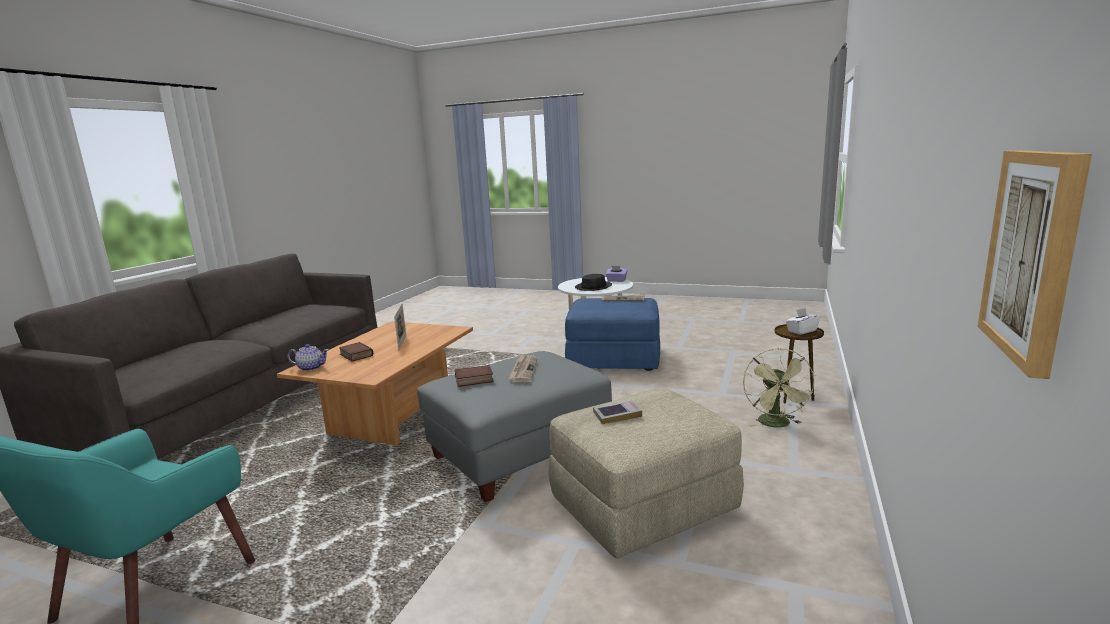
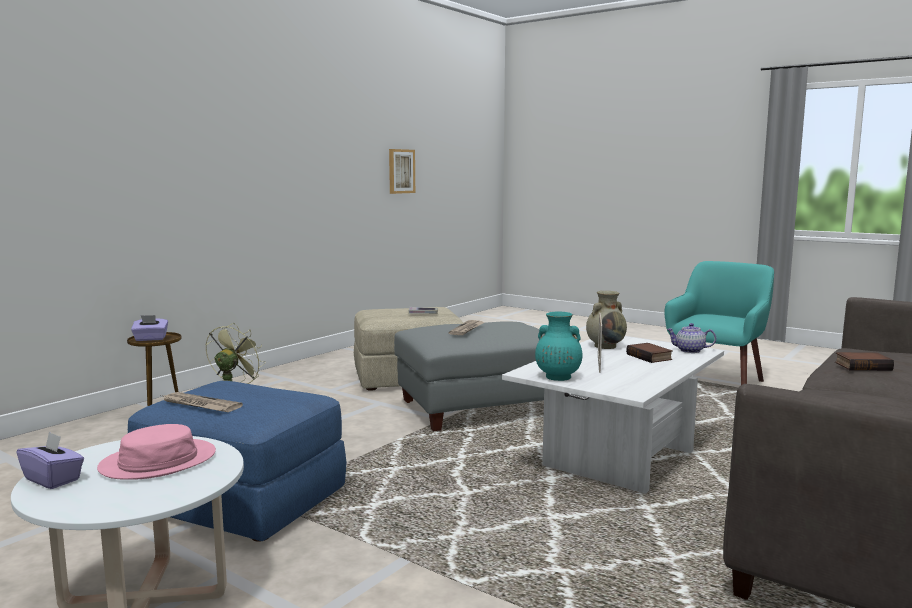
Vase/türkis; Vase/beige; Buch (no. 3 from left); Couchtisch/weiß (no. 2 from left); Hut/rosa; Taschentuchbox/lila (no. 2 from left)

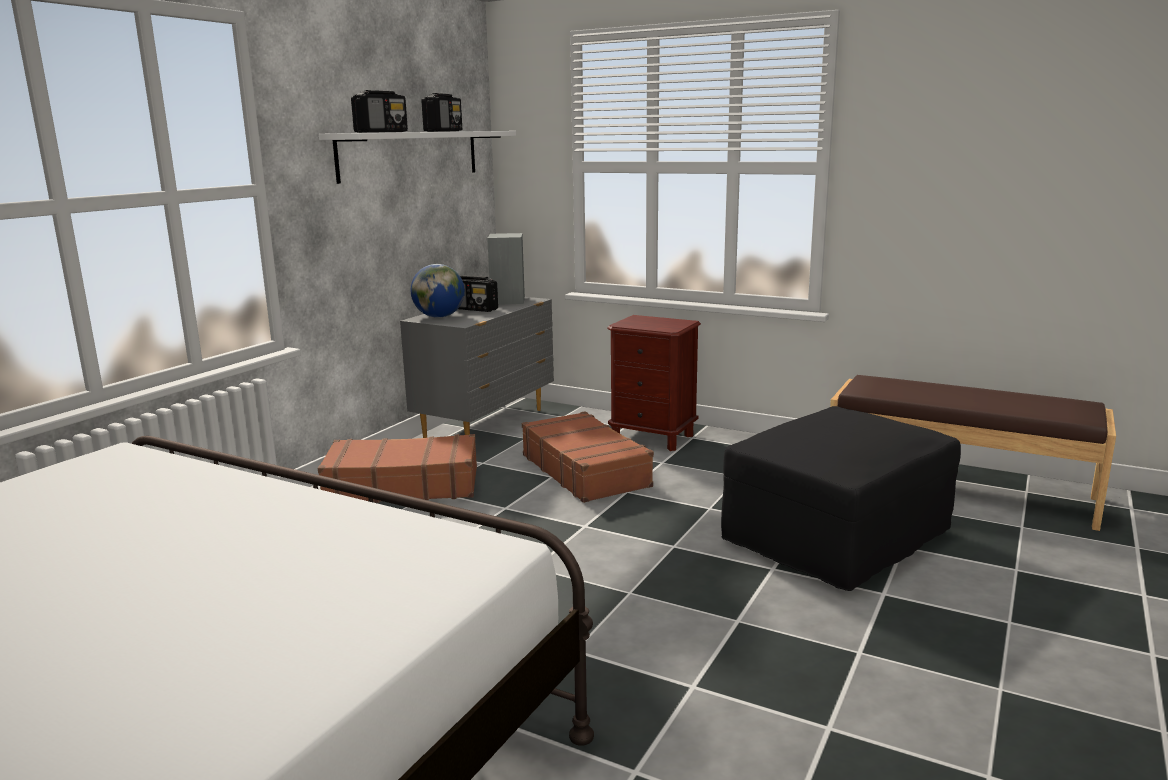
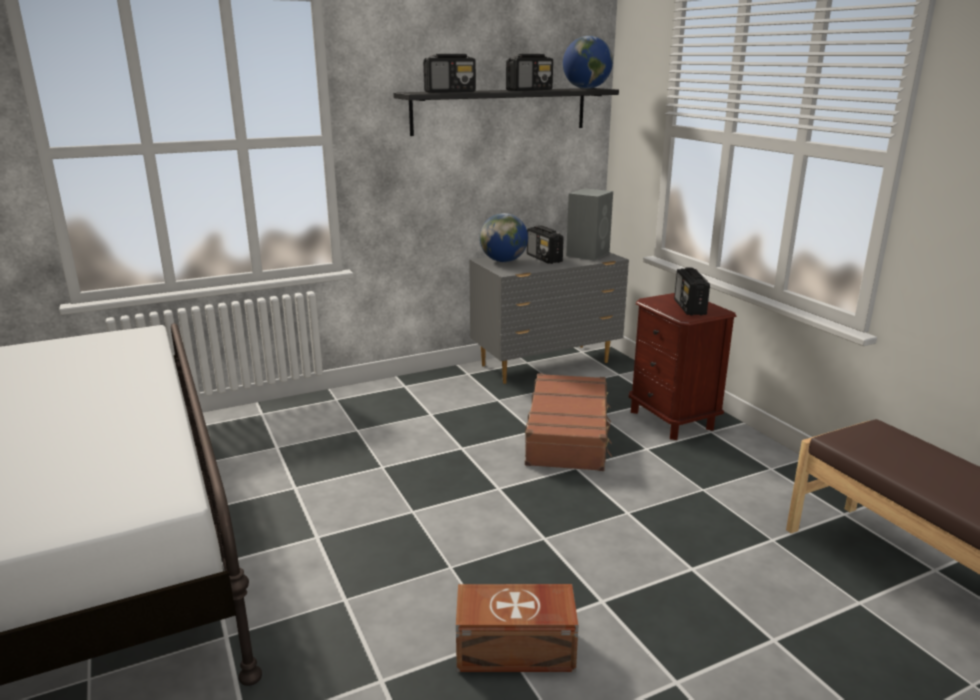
Koffer/braun (no. 1 from left in the first image); Polsterhocker/schwarz; Aufbewahrungsbox/braun; Globus (no. 2 from left); Radio (no. 4 from left); Wandregal/schwarz

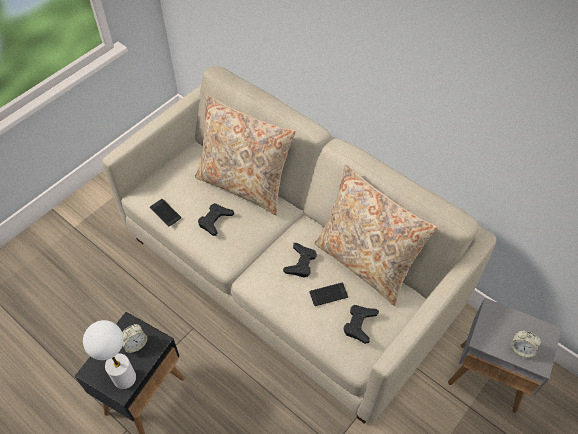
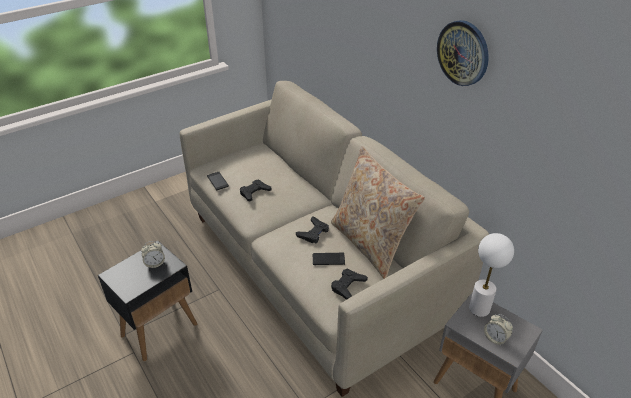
Kissen/beige (no. 1 from left in the first image); Wanduhr; Tischlampe/weiß

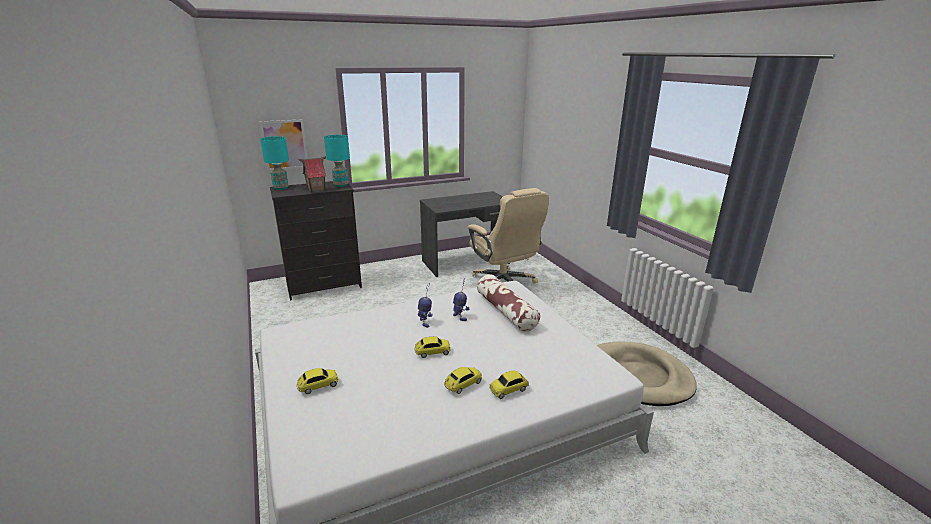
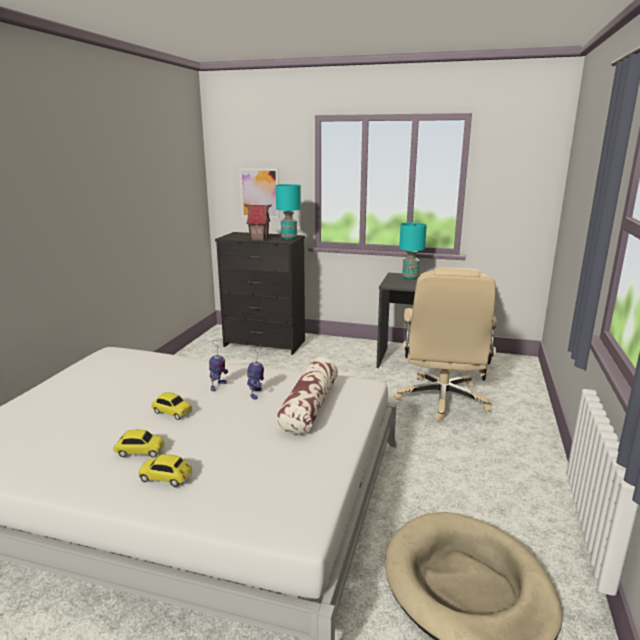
Spielzeugauto (no. 1 from left in the first image); Tischlampe/türkis (no. 2 from left)

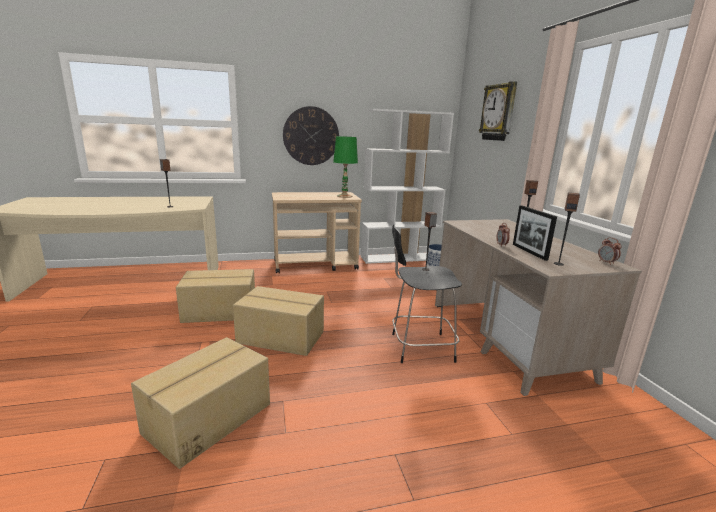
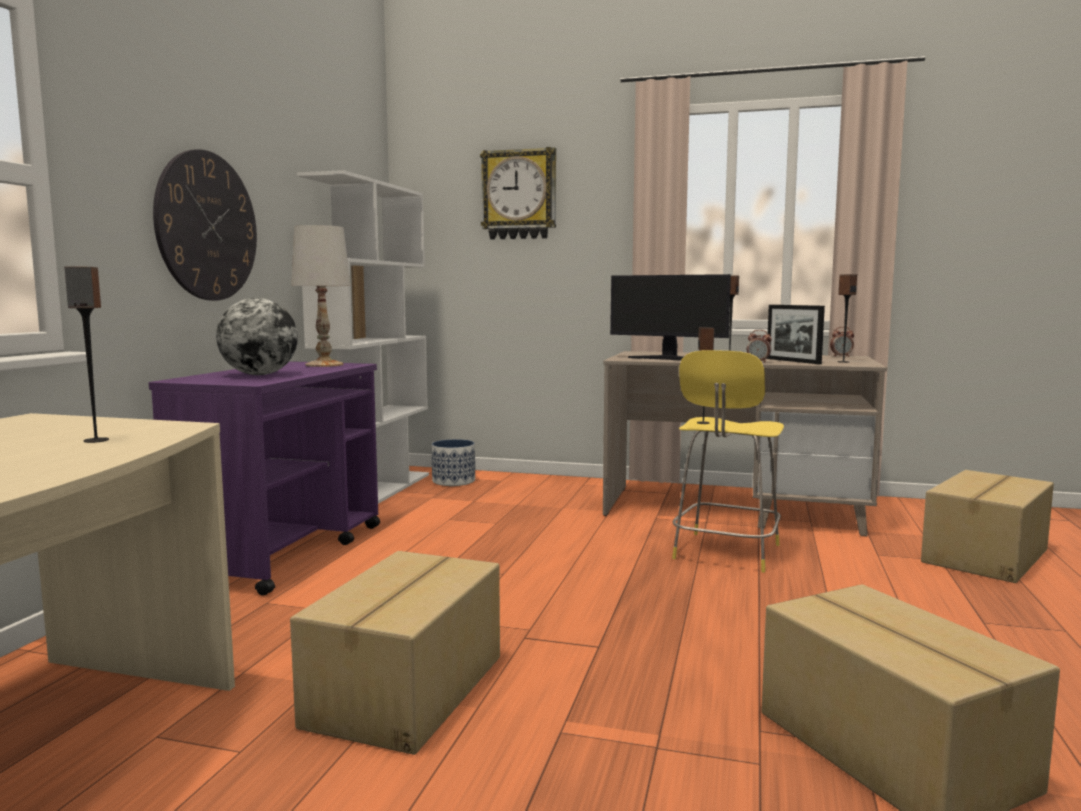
Globus; Monitor; Karton (no. 3 from left); Rollwagen/lila; Tischlampe/weiß; Hocker/gelb; Bilderrahmen

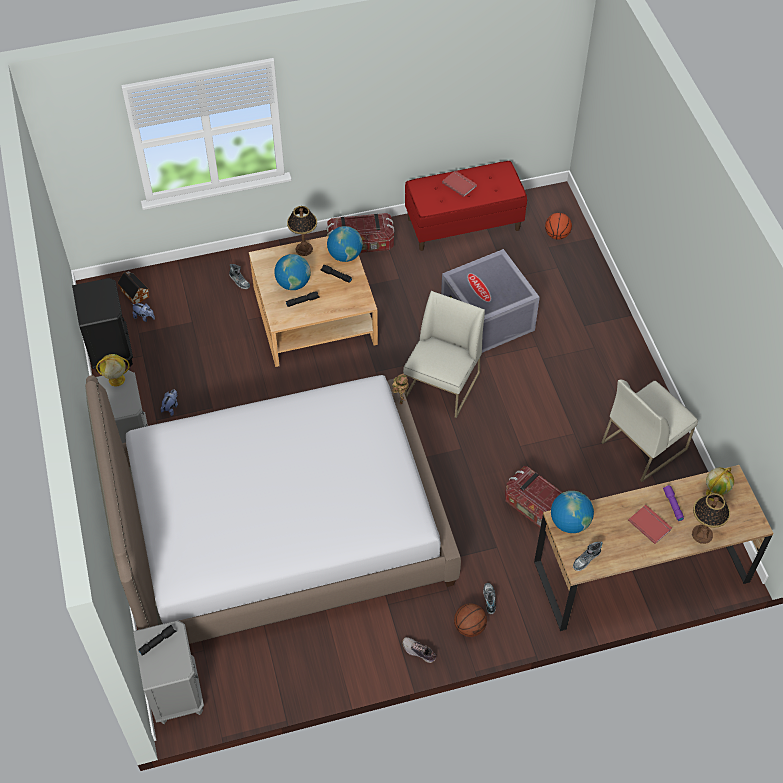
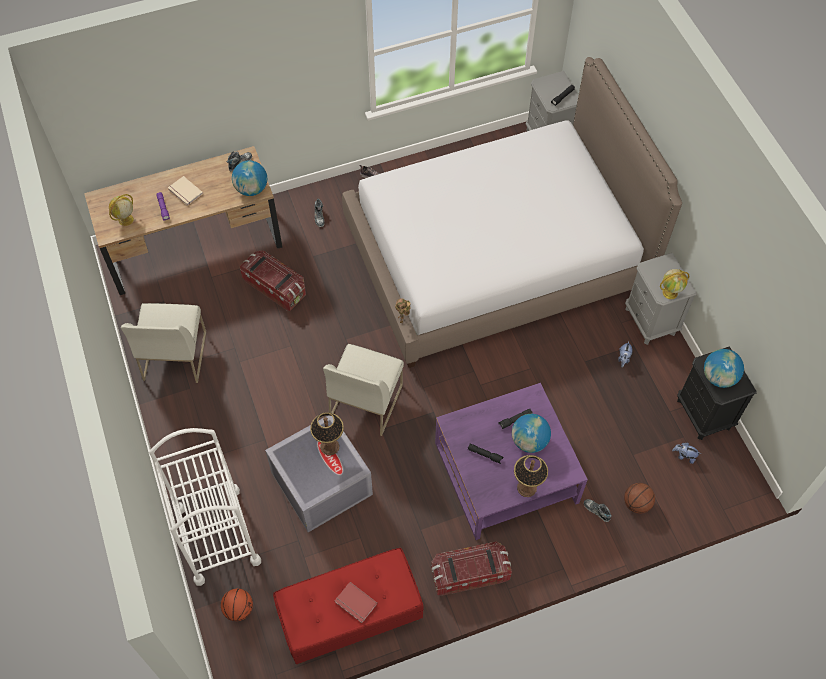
Spielzeughaus; Rollwagen/weiß; Globus (no. 5 from left); Basketball (no. 2 from left); Tischlampe (no. 1 from left); Couchtisch/lila; Buch/beige; Stuhl/weiß (no. 1 from left)

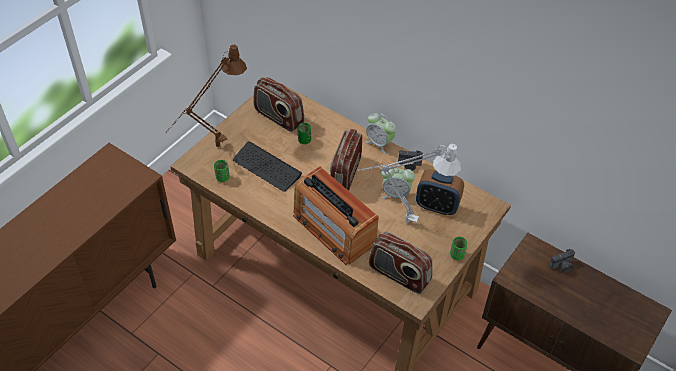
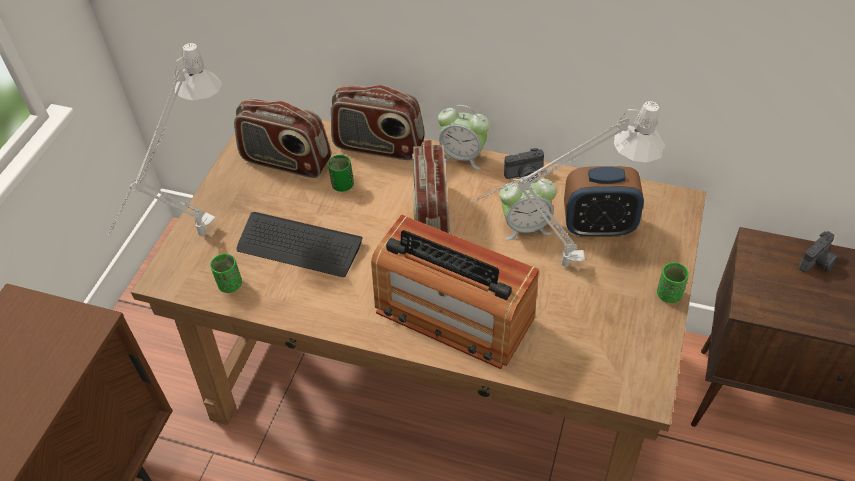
Radio (no. 2 from left); Tischlampe/grau (no. 1 from left)

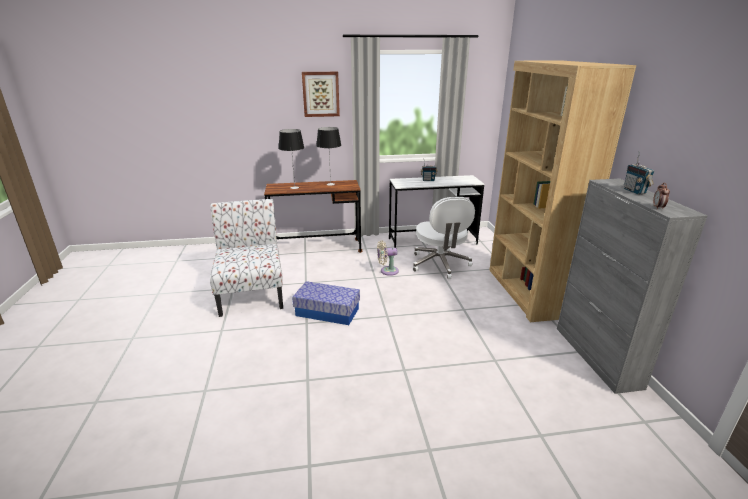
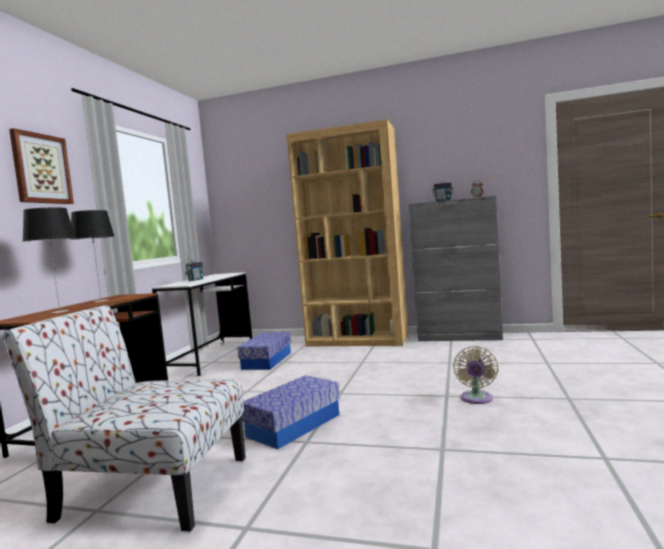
Ventilator/beige; Aufbewahrungsbox (no. 1 from left)

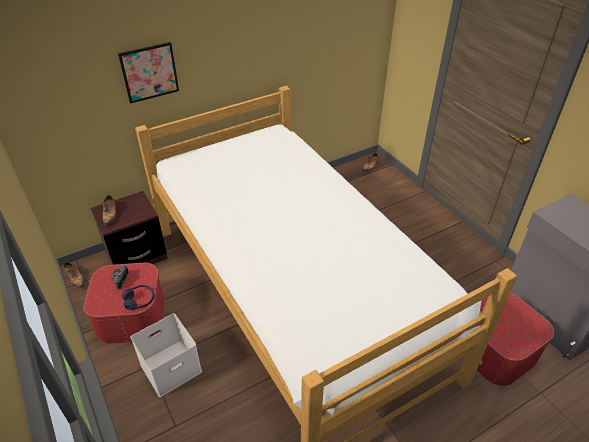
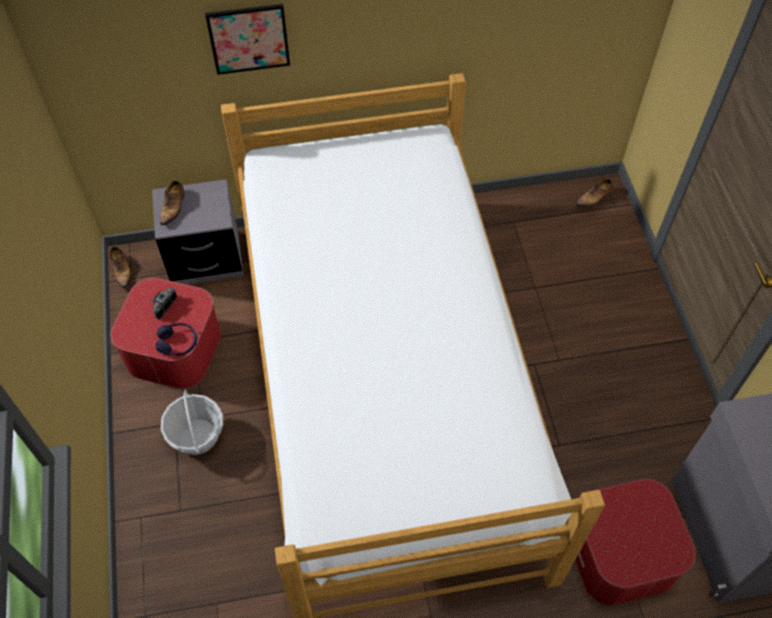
Korb; Nachttisch/grau

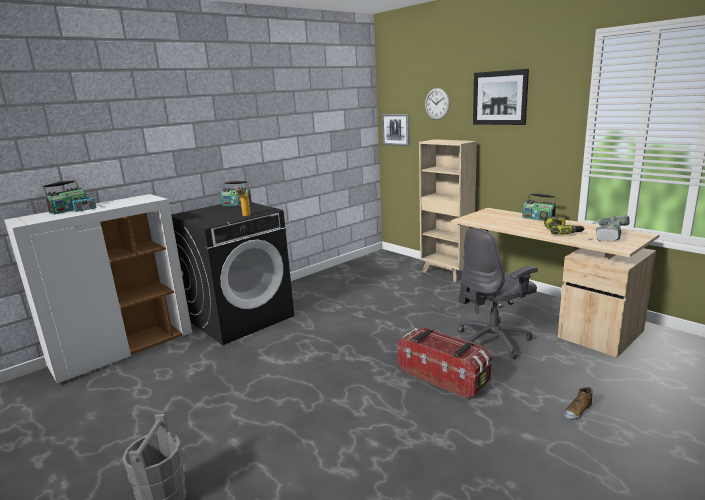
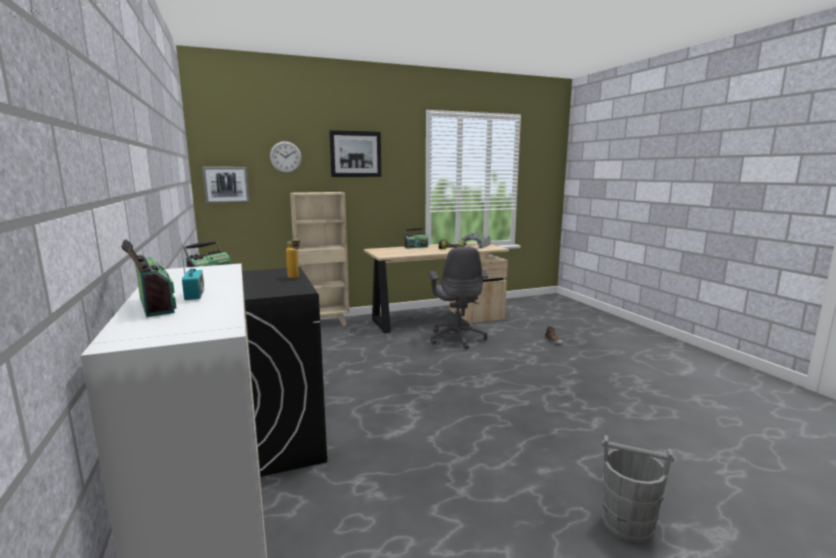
Aufbewahrungsbox

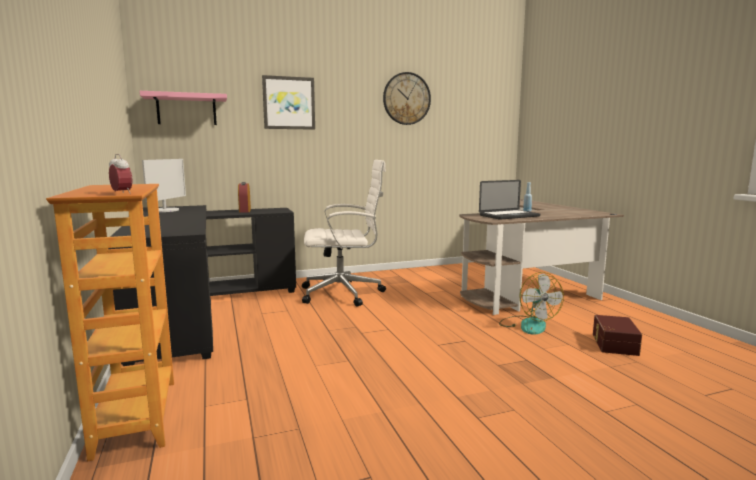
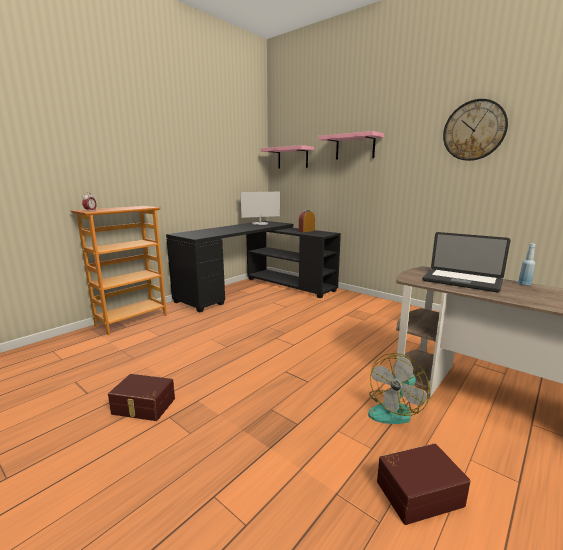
Bürostuhl/weiß; Aufbewahrungsbox/braun (no. 1 from left); Wandregal/rosa (no. 2 from left)

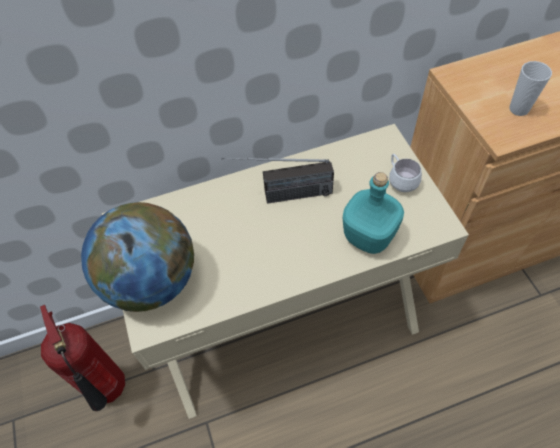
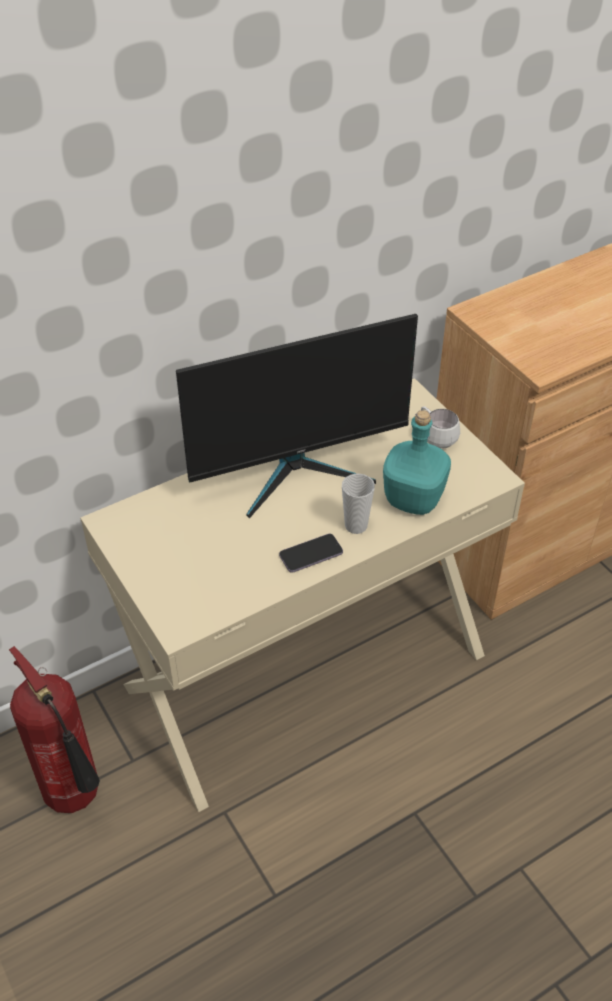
Globus; Handy; Tasse; Monitor

